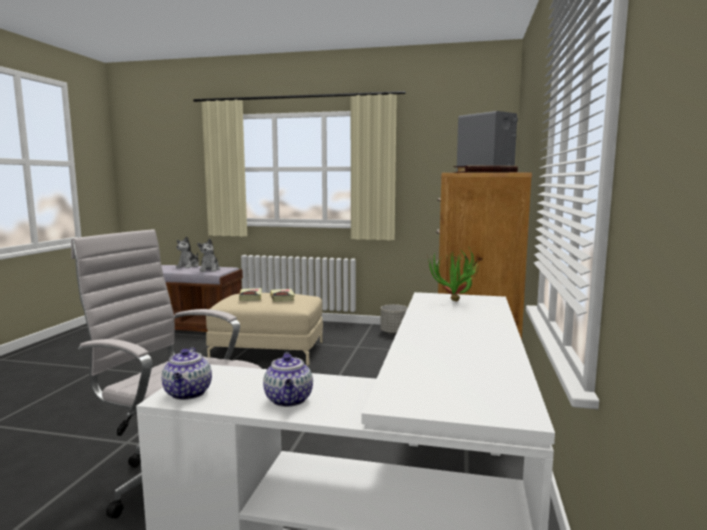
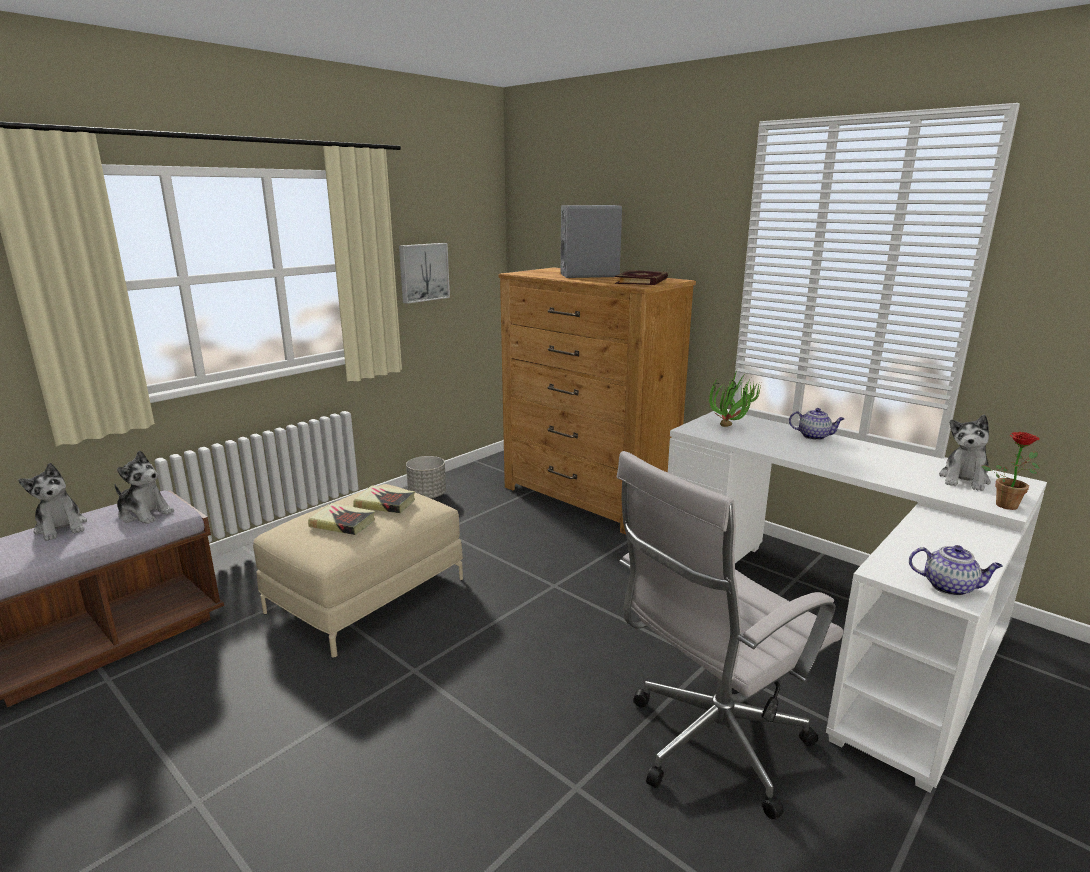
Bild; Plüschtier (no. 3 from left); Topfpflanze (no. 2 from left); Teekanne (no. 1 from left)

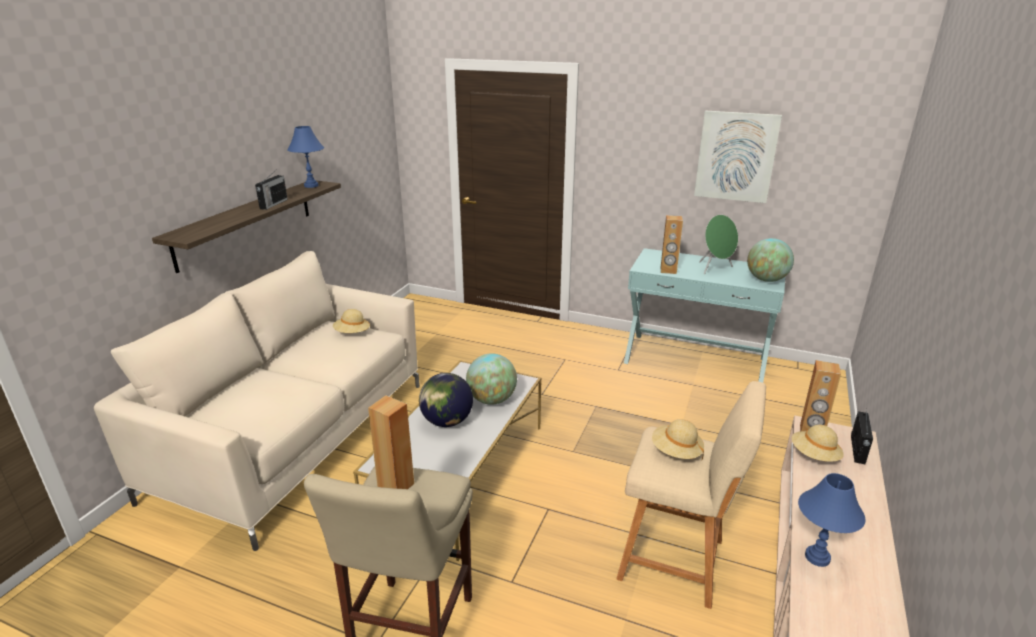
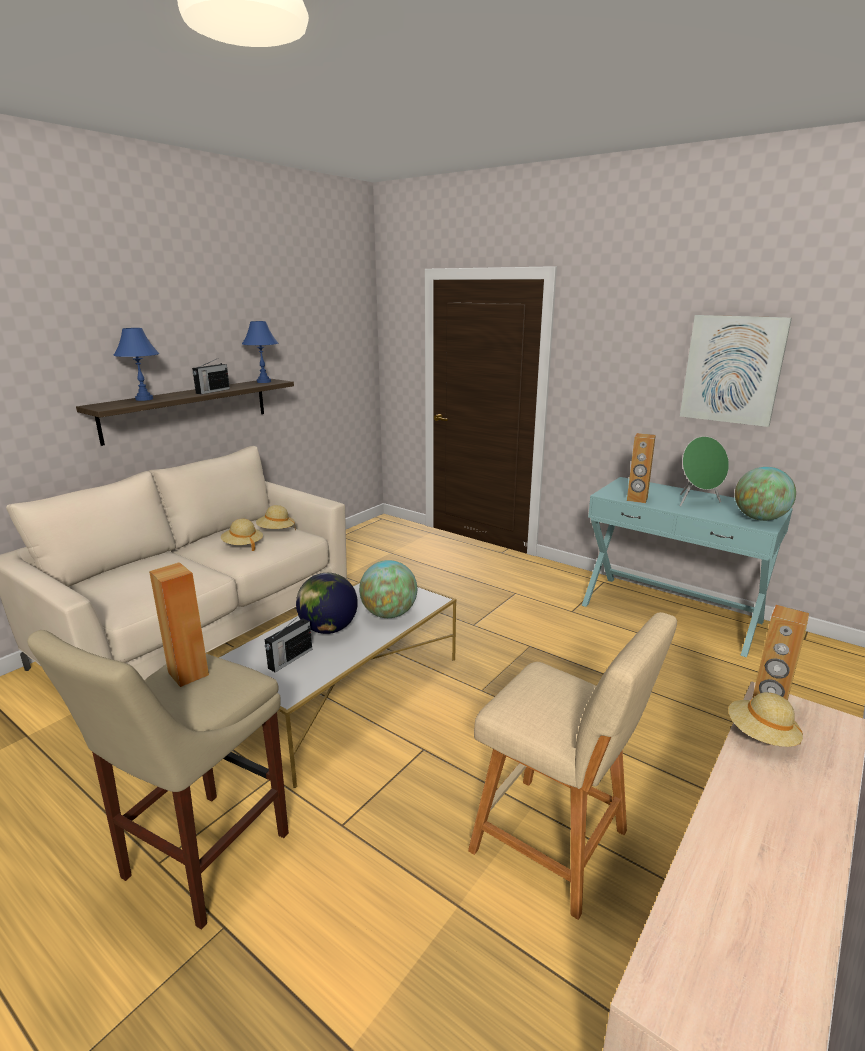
Hut/beige (no. 1 from left); Tischlampe/blau (no. 1 from left); Radio (no. 2 from left)

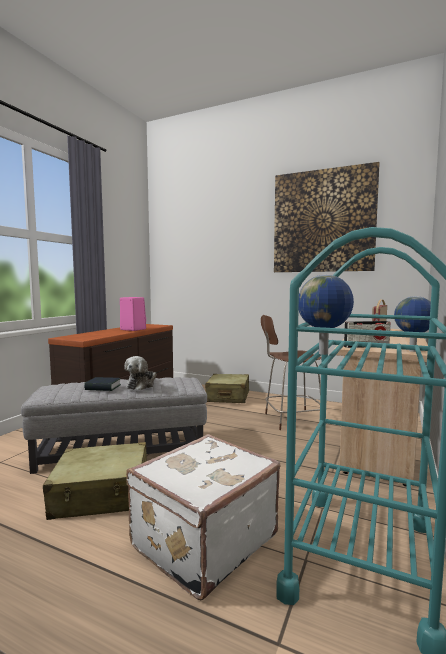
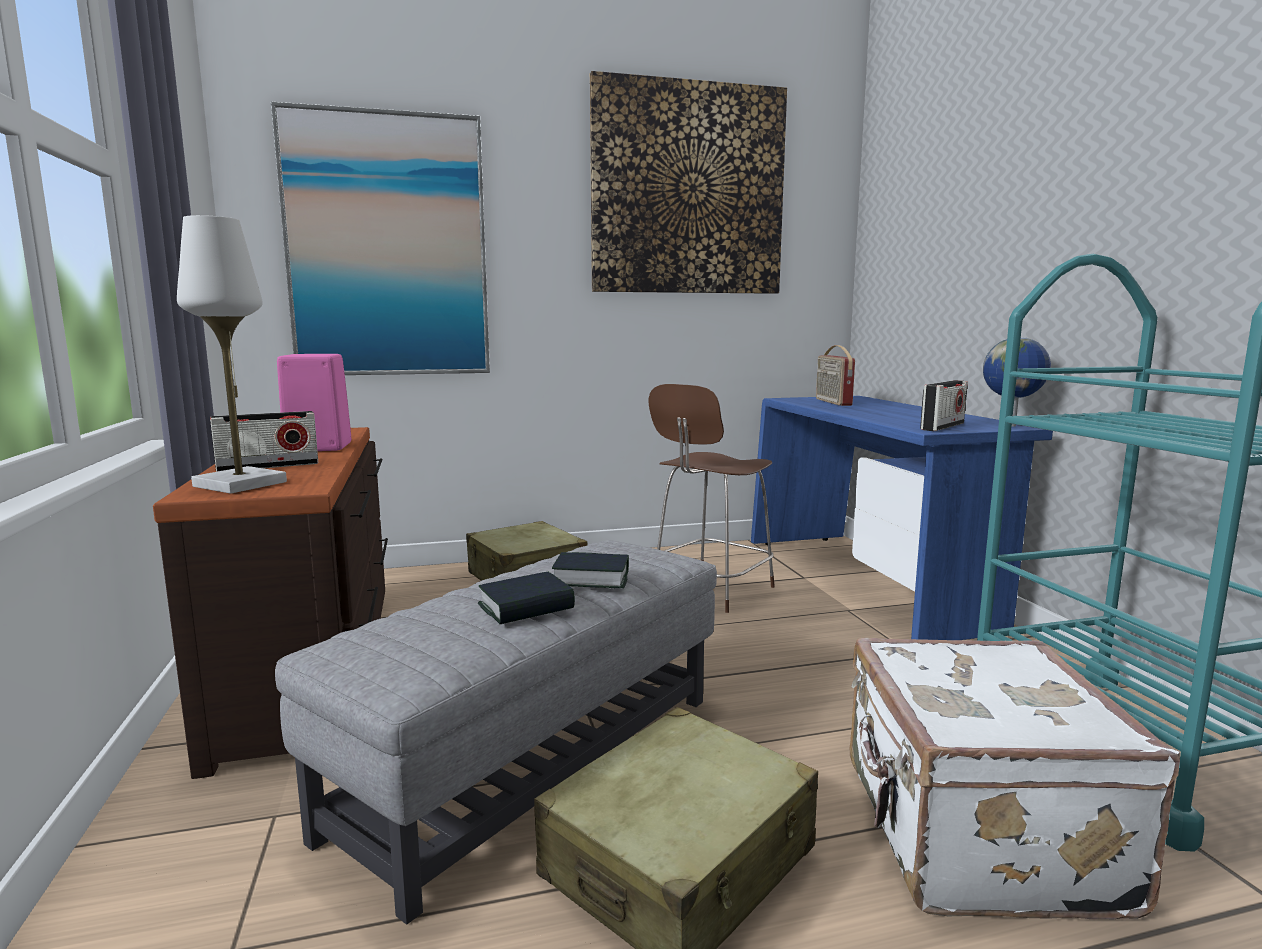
Globus (no. 1 from left in the first image); Tischlampe/weiß; Radio (no. 1 from left); Bild (no. 1 from left); Buch (no. 2 from left); Schreibtisch/blau

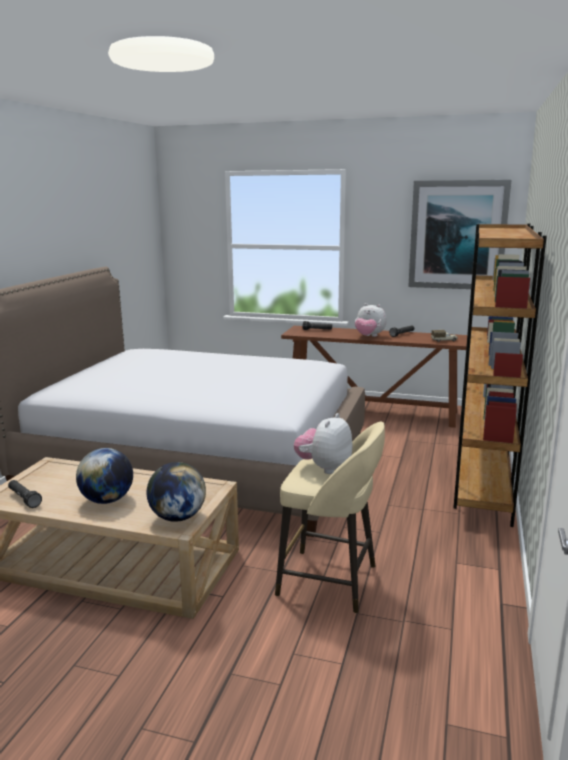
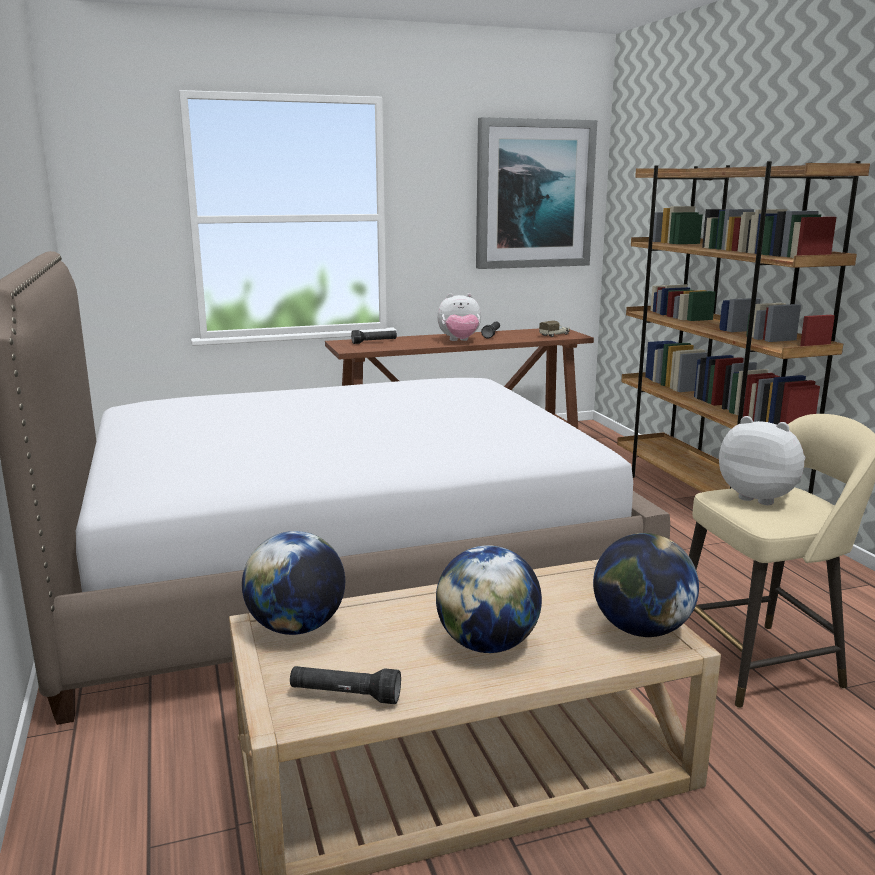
Globus (no. 1 from left); Plüschtier (no. 2 from left)

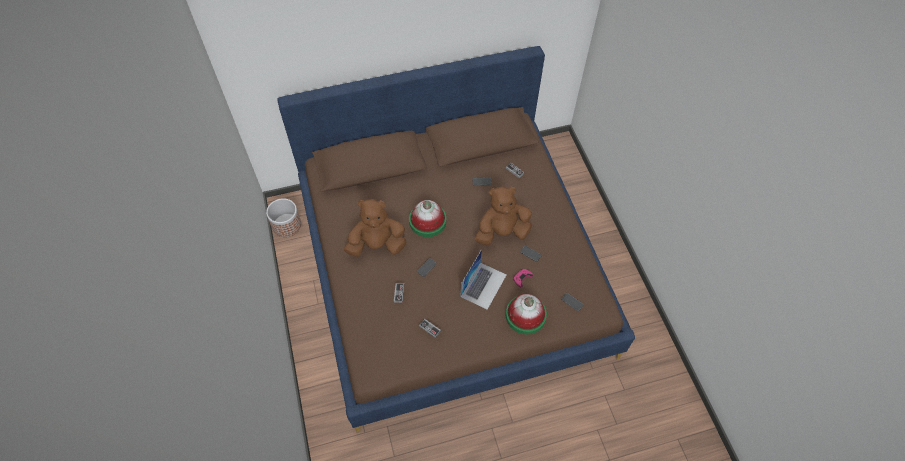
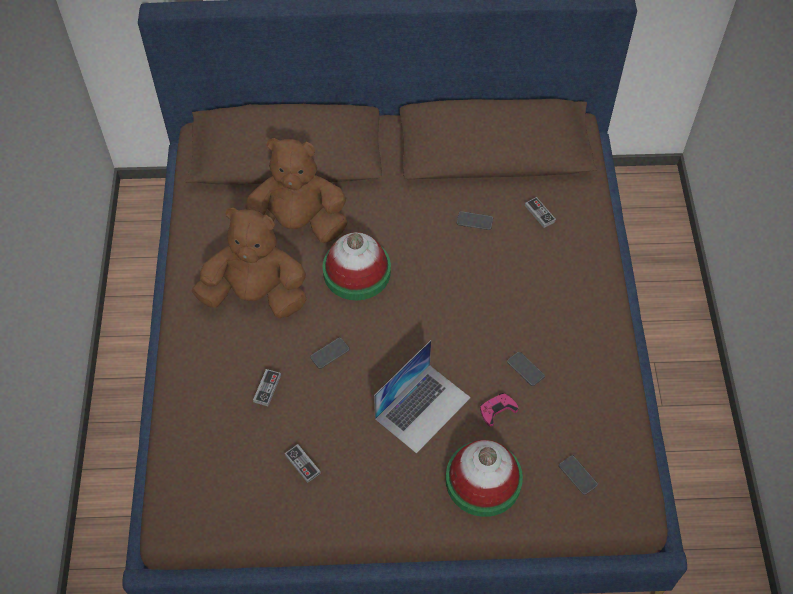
Pflanzkübel; Plüschtier/braun (no. 2 from left)

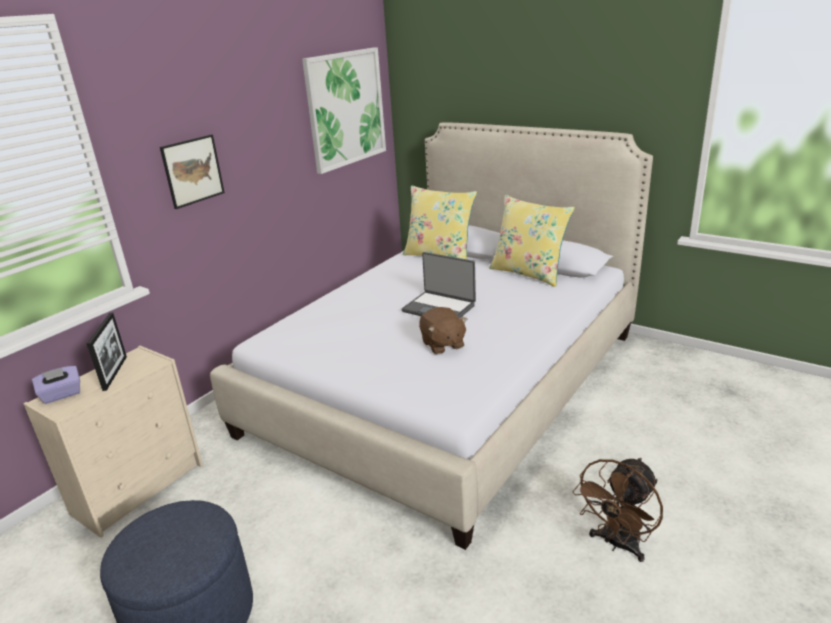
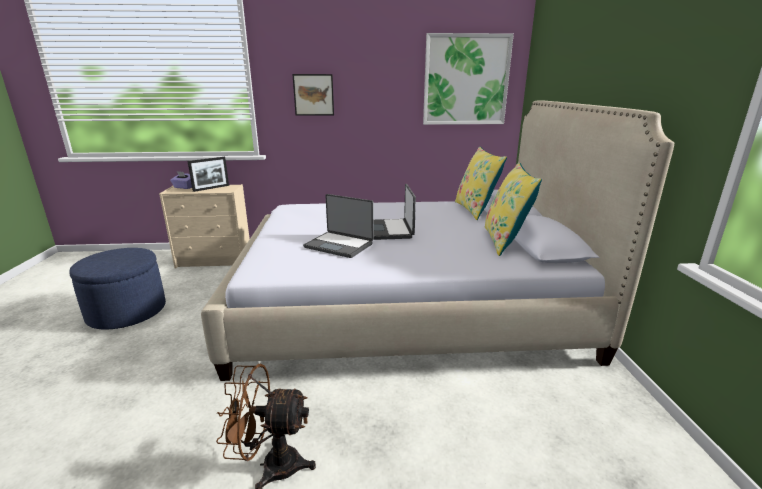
Laptop (no. 1 from left)

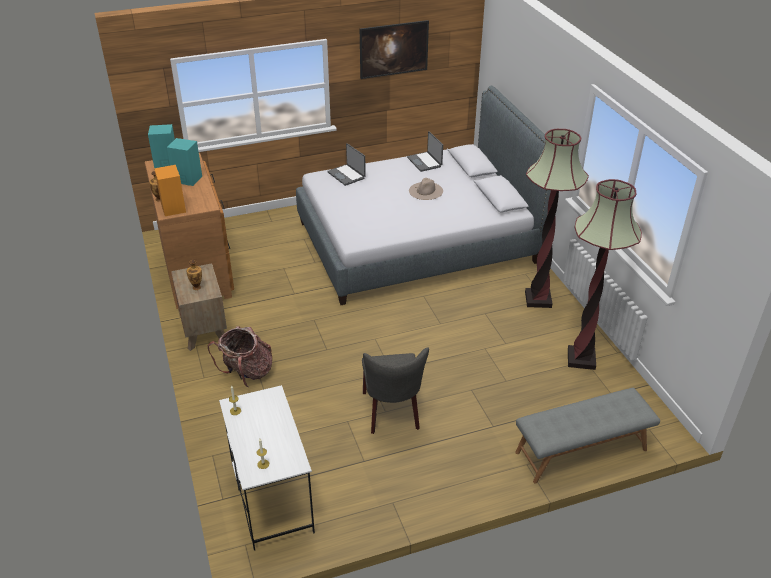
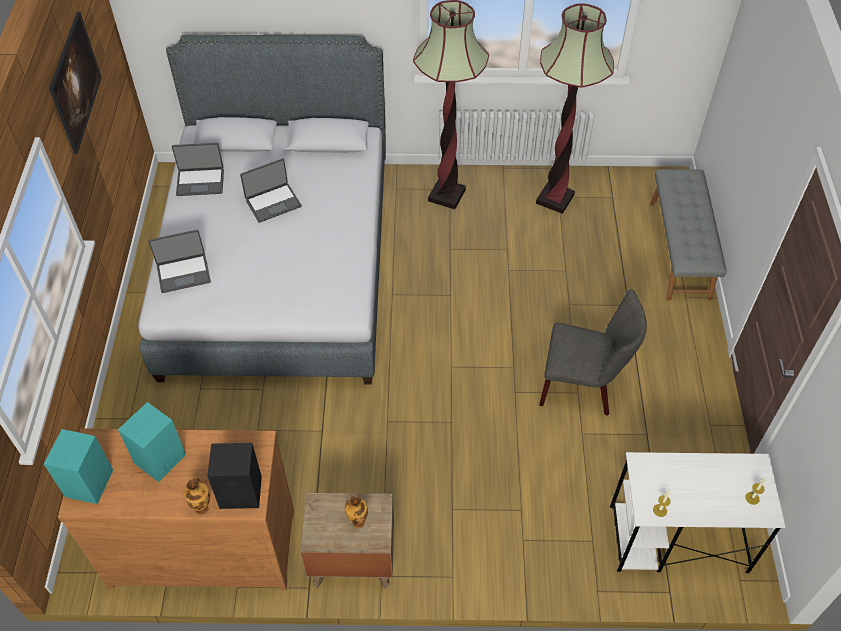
Rucksack; Laptop (no. 3 from left); Lautsprecher/schwarz

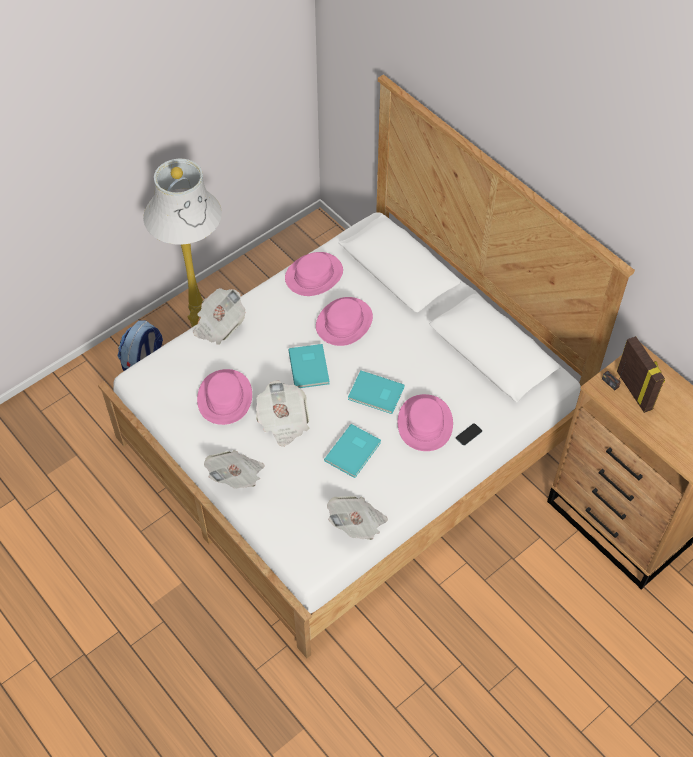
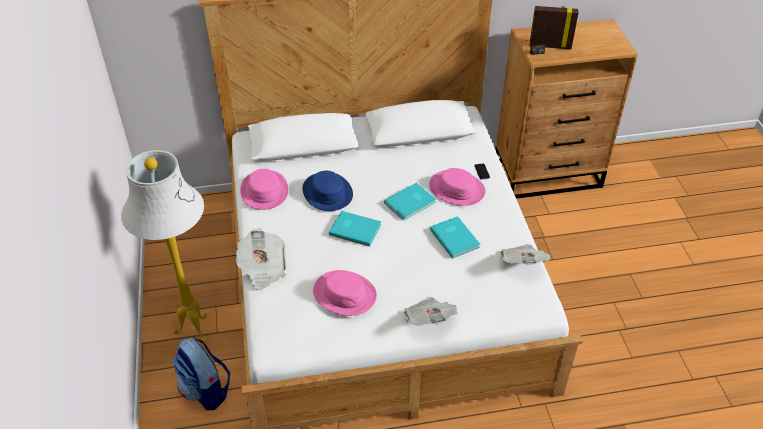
Zeitung (no. 3 from left in the first image); Hut/blau

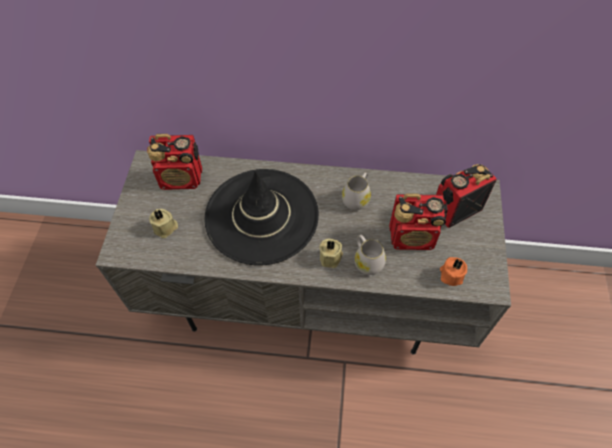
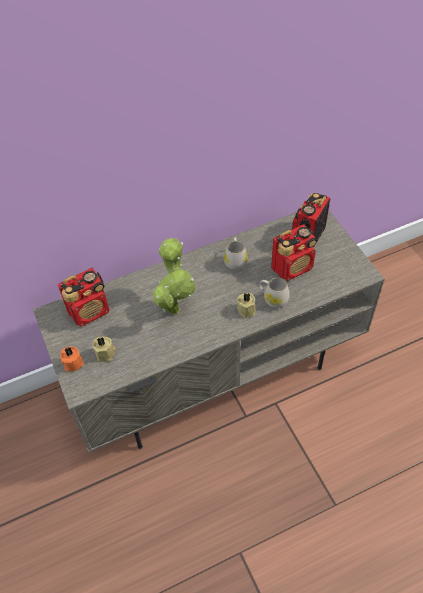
Kerze/orange; Topfpflanze

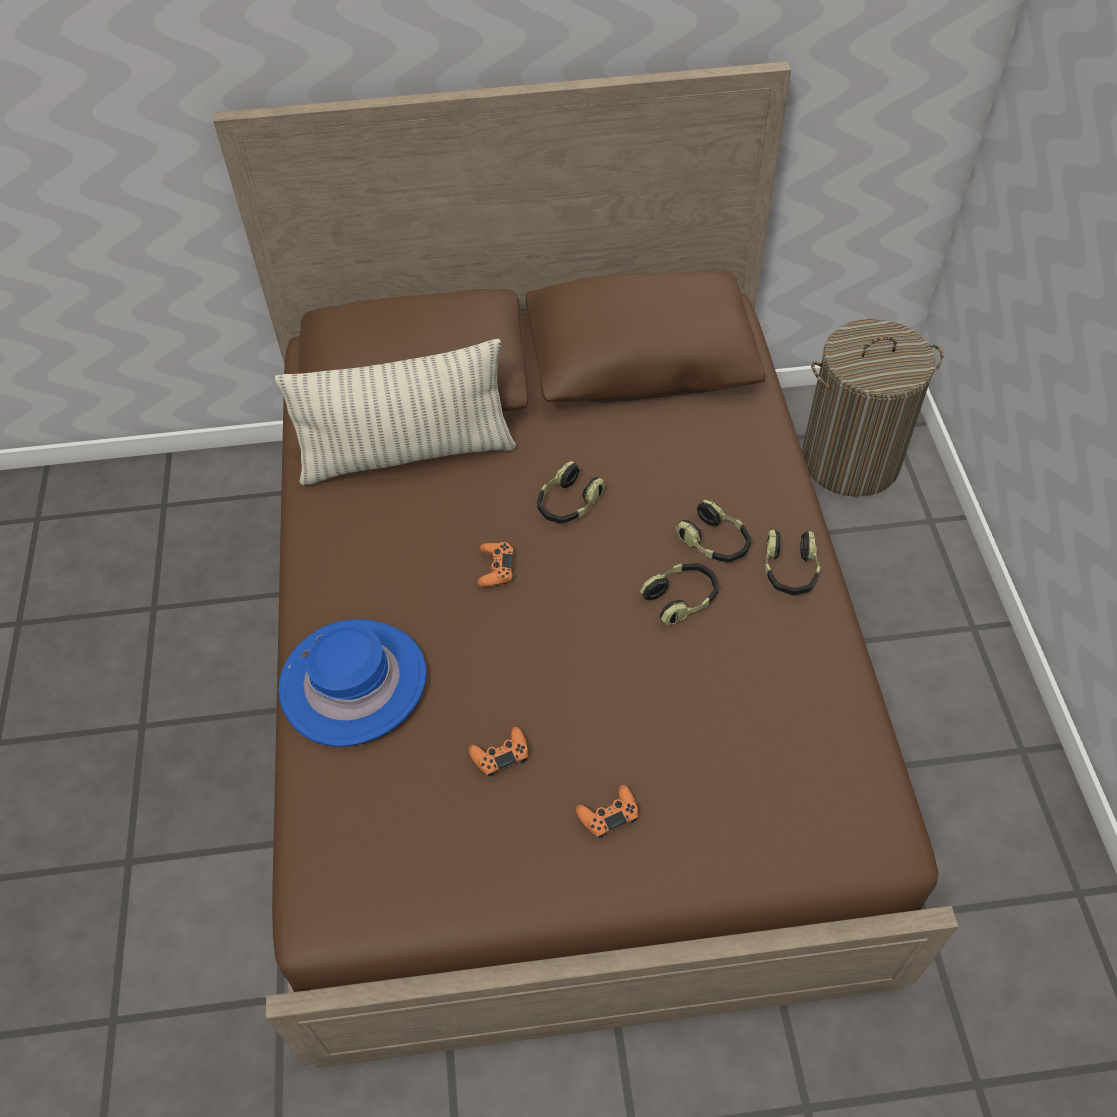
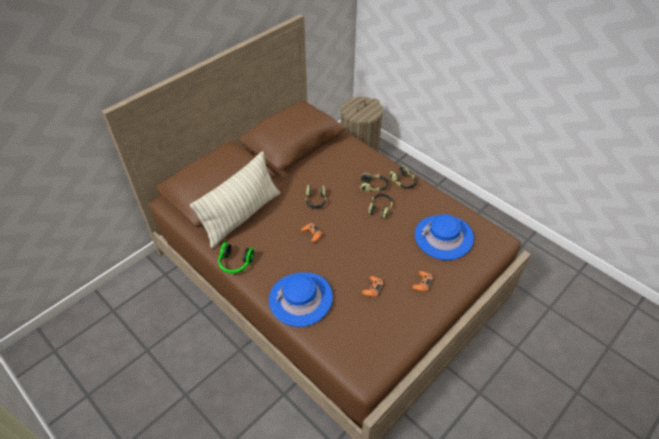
Kopfhörer (no. 1 from left); Hut/blau (no. 2 from left)

